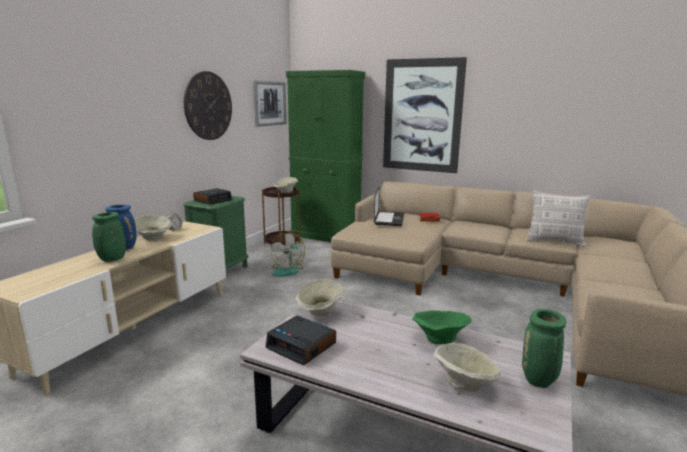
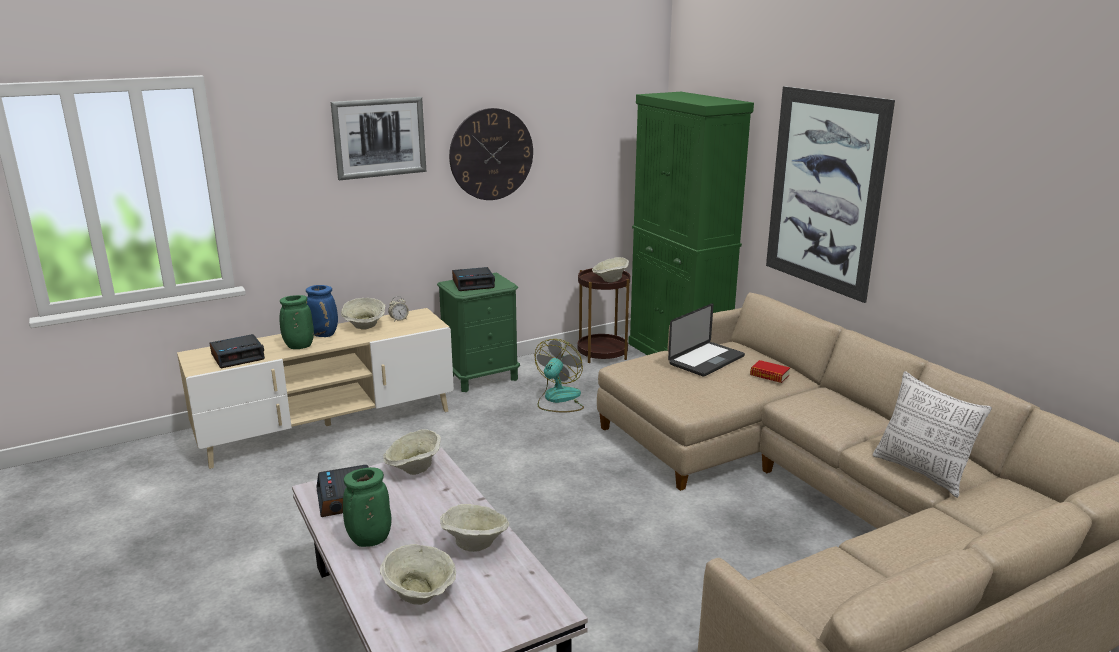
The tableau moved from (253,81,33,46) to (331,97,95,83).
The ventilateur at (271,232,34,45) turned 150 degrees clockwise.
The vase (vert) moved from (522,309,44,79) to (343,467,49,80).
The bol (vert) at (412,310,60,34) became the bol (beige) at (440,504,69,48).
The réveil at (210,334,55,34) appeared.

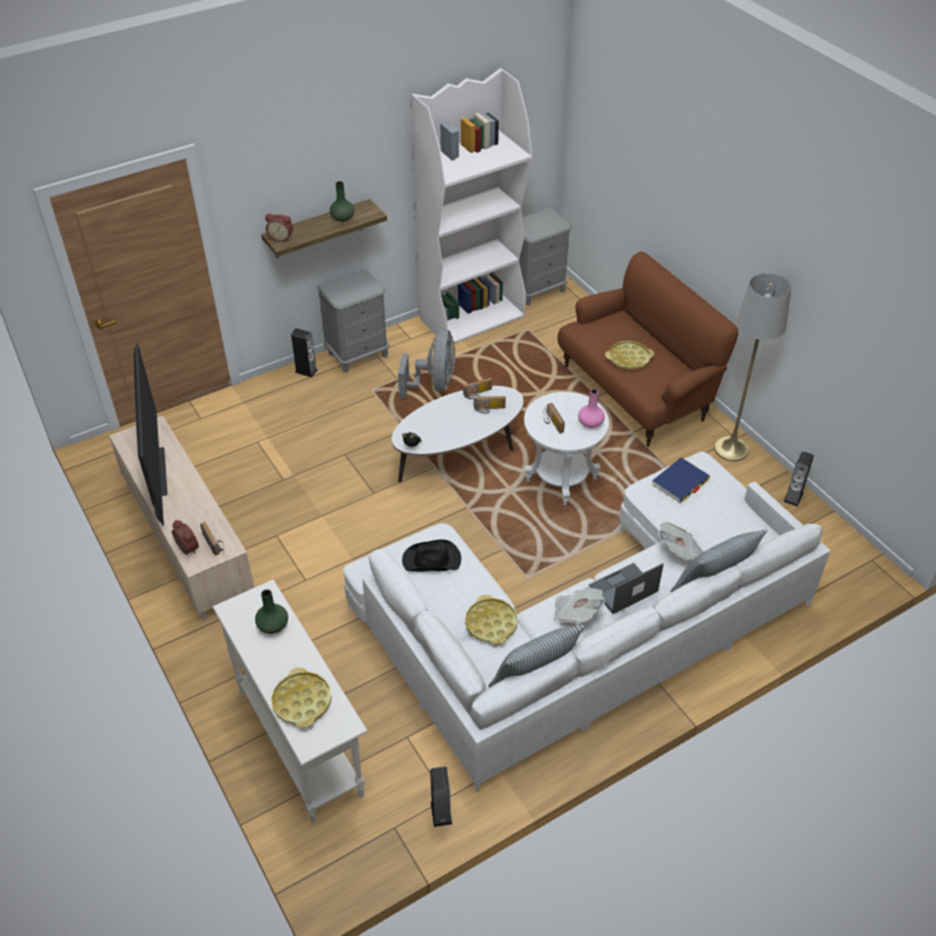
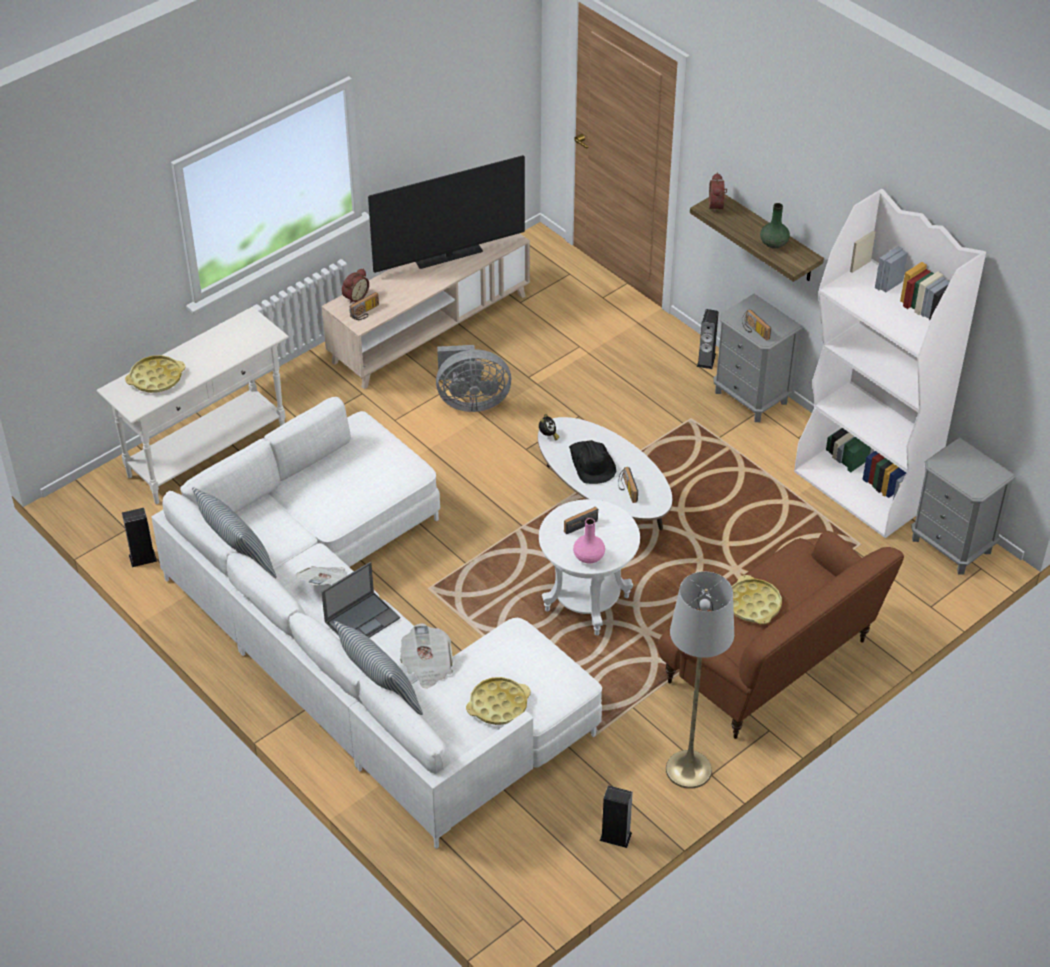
The ventilateur (gris) moved from (398,329,58,70) to (436,345,75,67).
The radio moved from (463,378,29,21) to (742,309,29,32).
The livre (bleu) at (652,457,58,46) disappeared.
The chapeau (noir) moved from (402,539,59,33) to (569,440,47,44).
The ordinateur portable at (589,563,75,51) turned 90 degrees clockwise.
The vase (vert) at (255,589,33,45) disappeared.
The plateau (jaune) moved from (465,595,53,50) to (466,677,65,48).

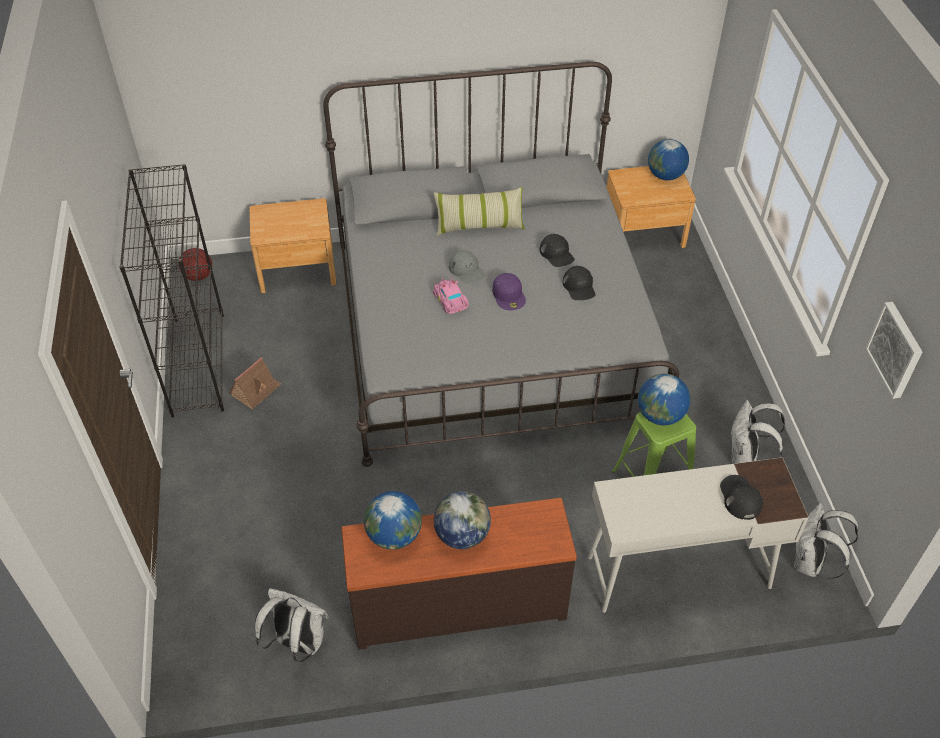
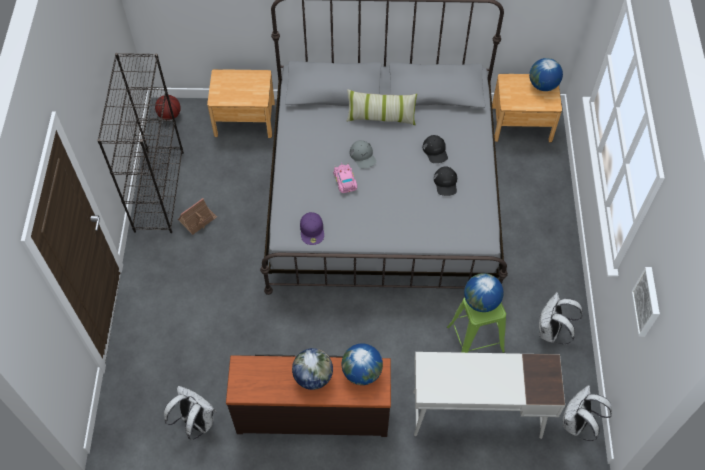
The casquette (violet) moved from (492,273,34,37) to (300,212,24,33).
The casquette (noir) at (720,475,43,45) disappeared.
The globe moved from (364,491,58,59) to (341,343,42,42).

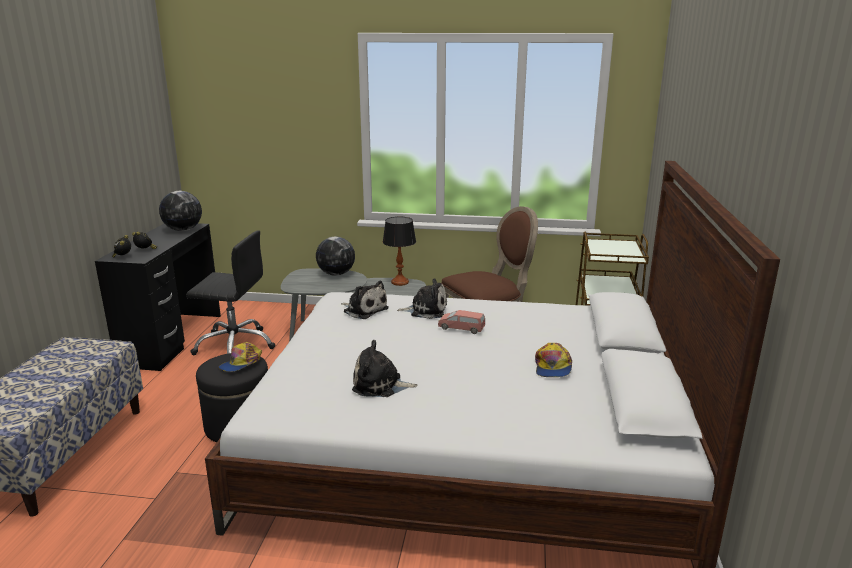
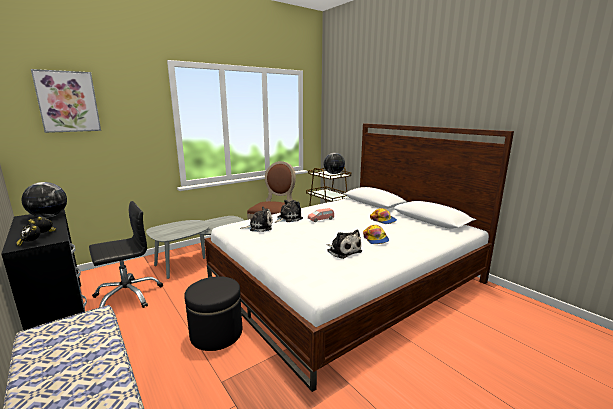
The lampe de table at (383,217,33,69) disappeared.
The globe moved from (316,237,39,39) to (324,153,21,21).
The peluche at (352,340,66,57) turned 90 degrees counterclockwise.
The casquette moved from (218,342,44,30) to (363,225,26,19).
The tableau at (31,69,70,64) appeared.

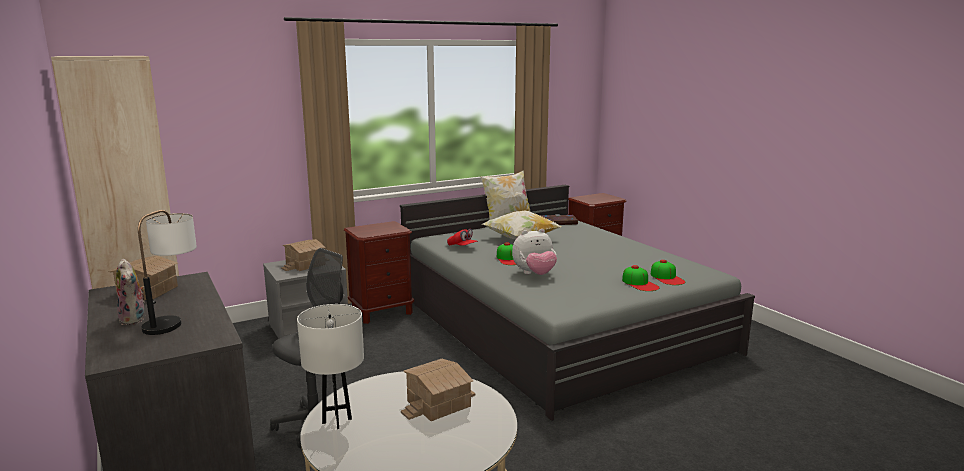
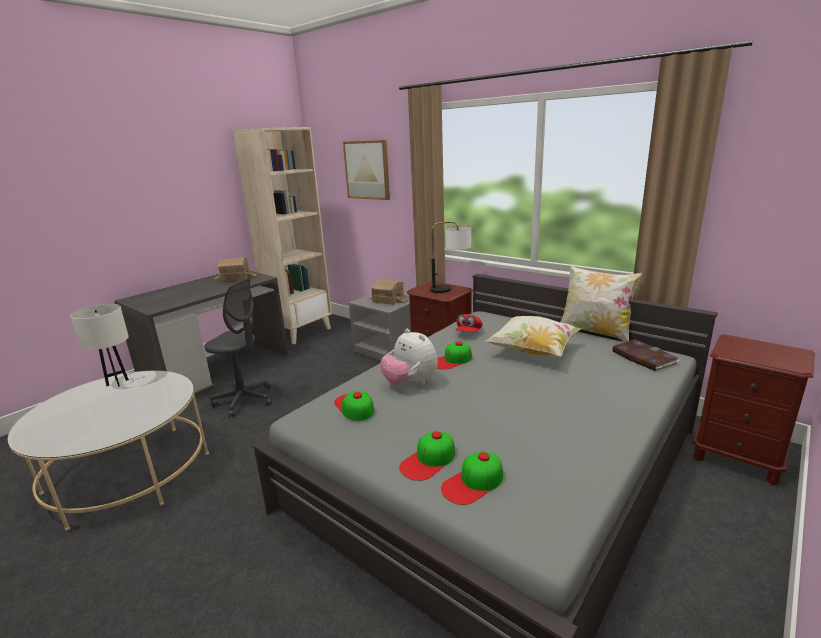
The lampe de table moved from (138,210,59,125) to (429,221,42,72).
The peluche at (116,259,29,66) disappeared.
The maison miniature at (401,359,75,62) disappeared.
The tableau at (343,140,47,60) appeared.
The casquette at (334,391,40,30) appeared.

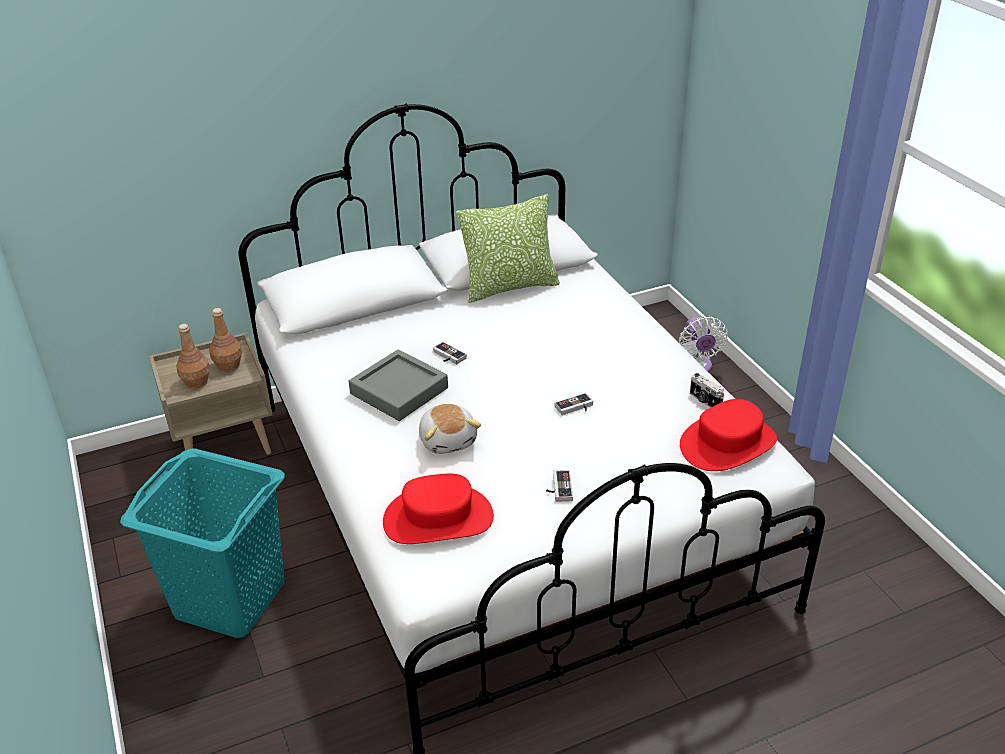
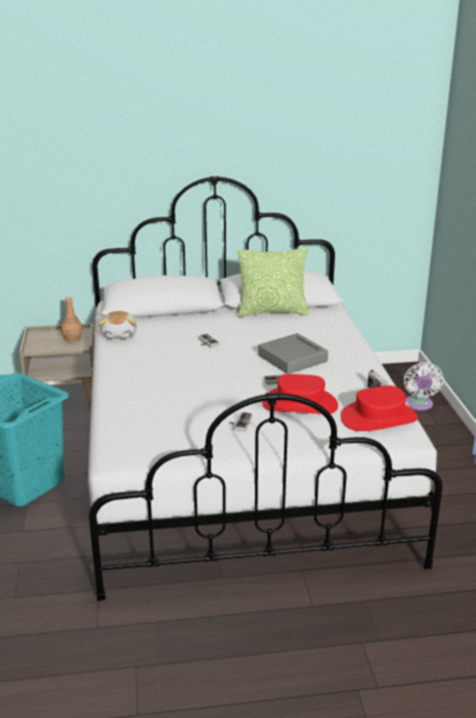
The bouteille (marron) at (176,324,34,65) disappeared.
The plateau (gris) moved from (349,349,99,72) to (258,333,70,41).
The peluche moved from (419,404,62,50) to (99,311,38,28).
The chapeau (rouge) moved from (383,474,111,70) to (262,374,76,40).

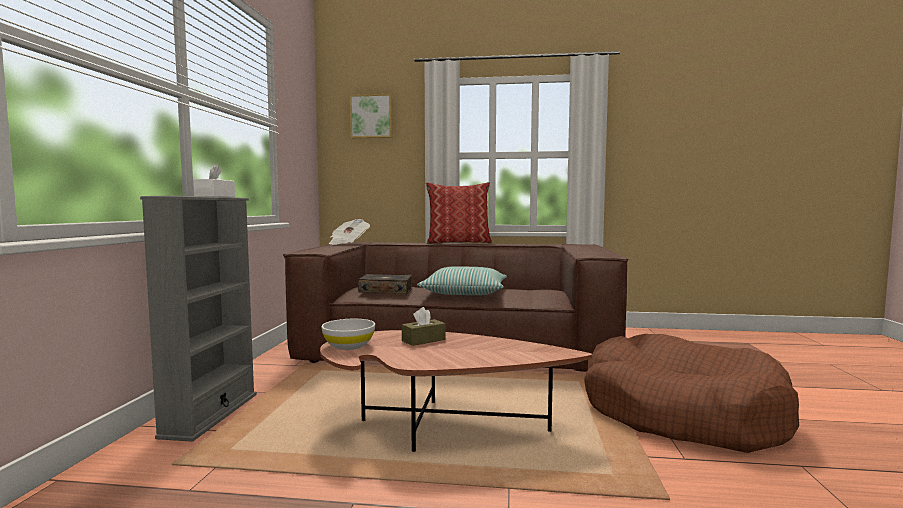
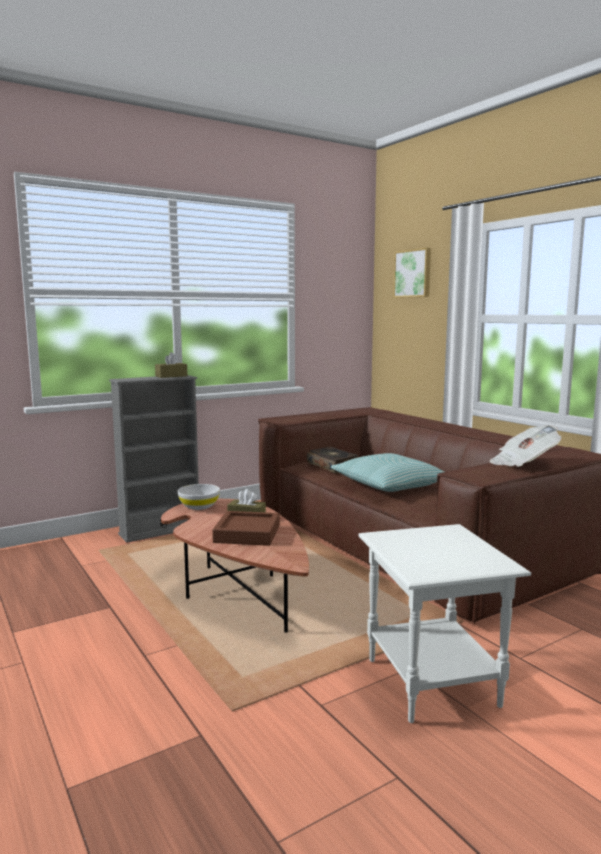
The boîte à mouchoirs (blanc) at (193,164,42,33) became the boîte à mouchoirs (marron) at (155,352,32,26).
The coussin at (426,182,66,62) disappeared.
The journal moved from (329,219,41,26) to (490,425,71,42).
The panier pour chien (marron) at (584,334,215,119) was replaced by the table d'appoint (blanc) at (358,524,173,199).
The plateau (marron) at (212,511,68,35) appeared.

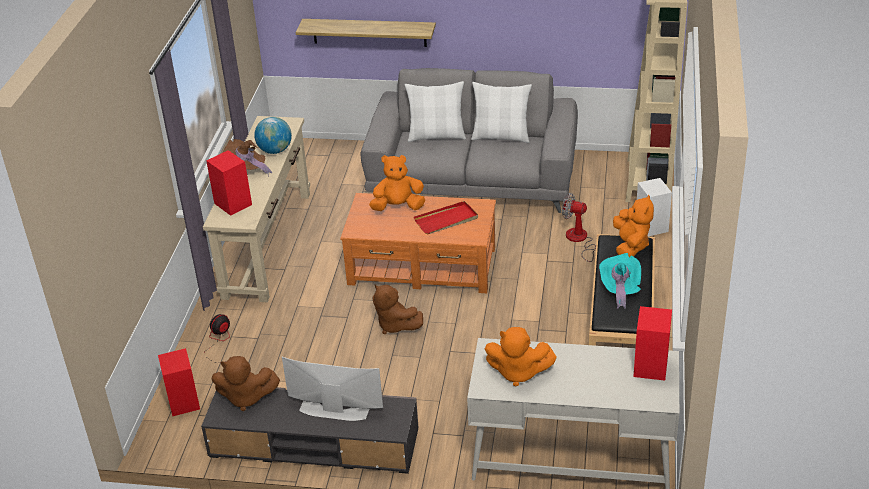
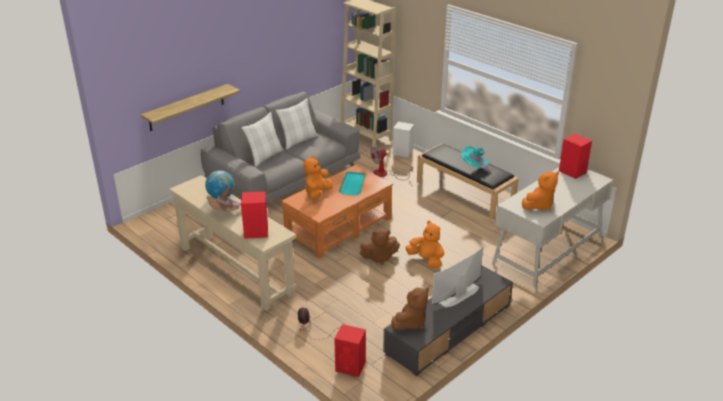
The peluche (orange) moved from (613,194,41,63) to (405,221,39,47).
The plateau (rouge) at (414,201,64,33) became the plateau (turquoise) at (339,172,26,23).

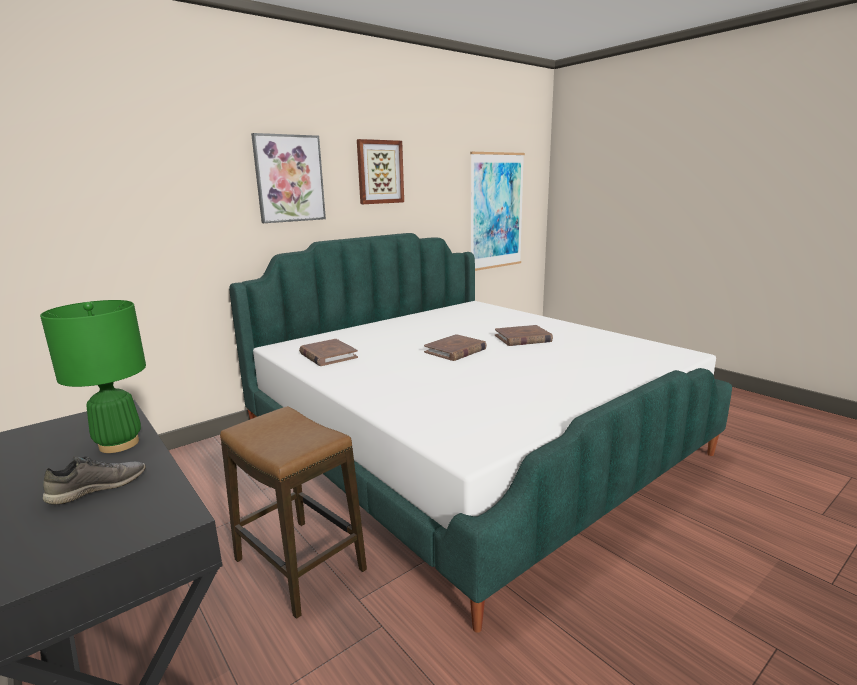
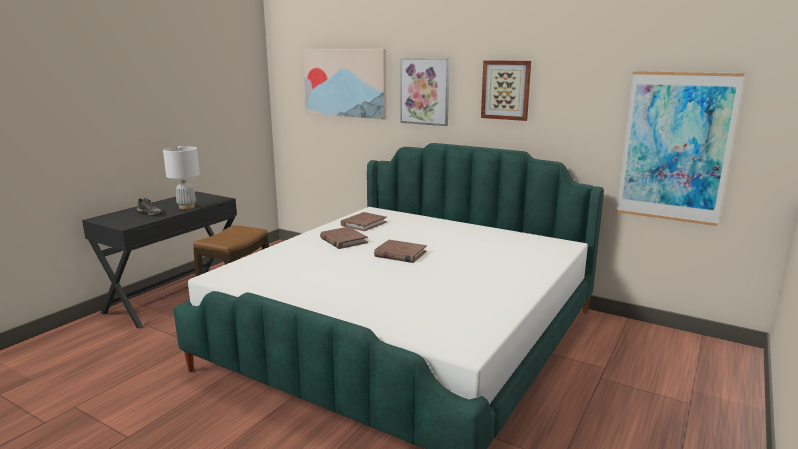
The lampe de table (vert) at (40,300,106,153) became the lampe de table (blanc) at (163,146,37,63).
The livre (marron) moved from (495,325,58,21) to (320,227,48,22).
The tableau at (302,49,85,71) appeared.

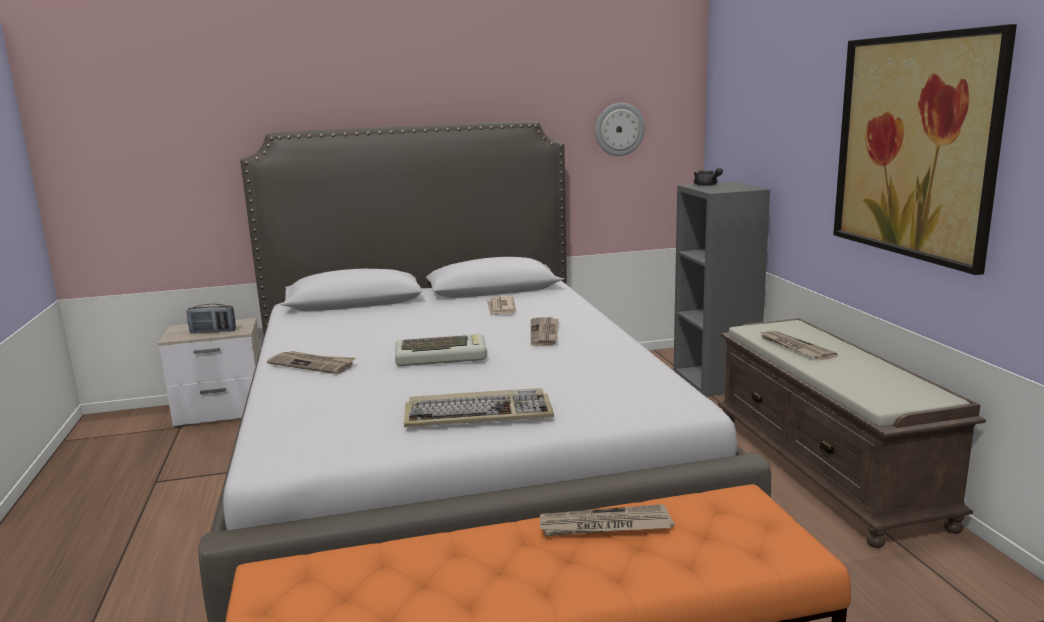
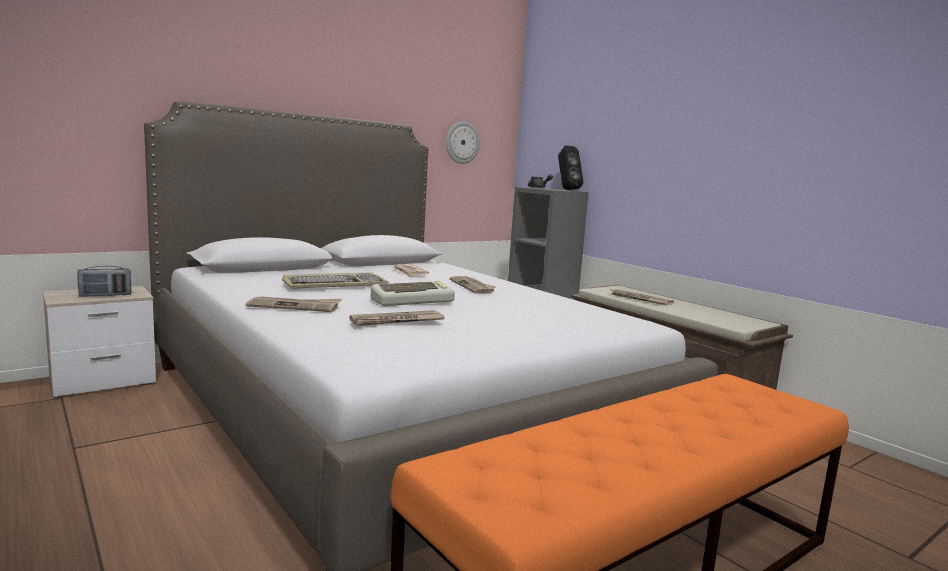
The tableau at (833,24,184,251) disappeared.
The clavier moved from (404,388,150,39) to (282,272,107,16).
The journal moved from (540,504,134,32) to (349,310,95,16).
The enceinte (noir) at (558,146,25,44) appeared.

